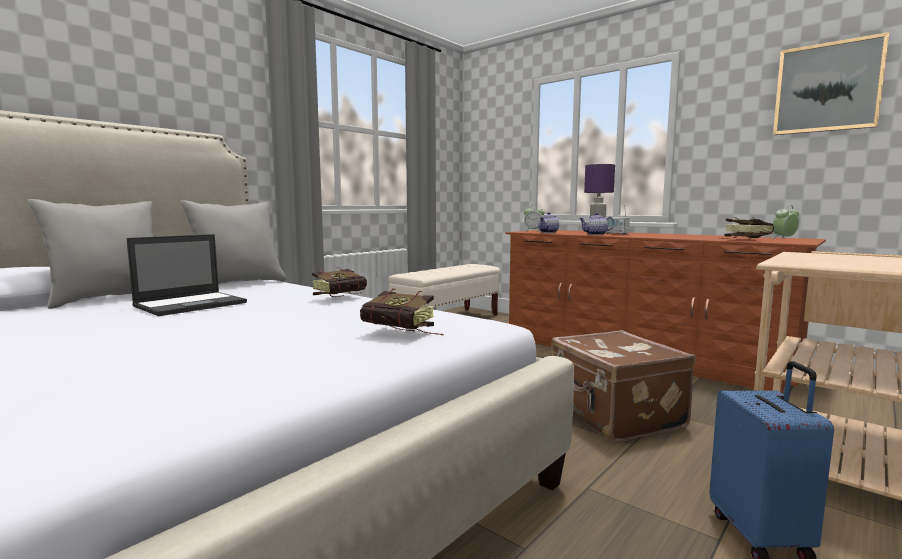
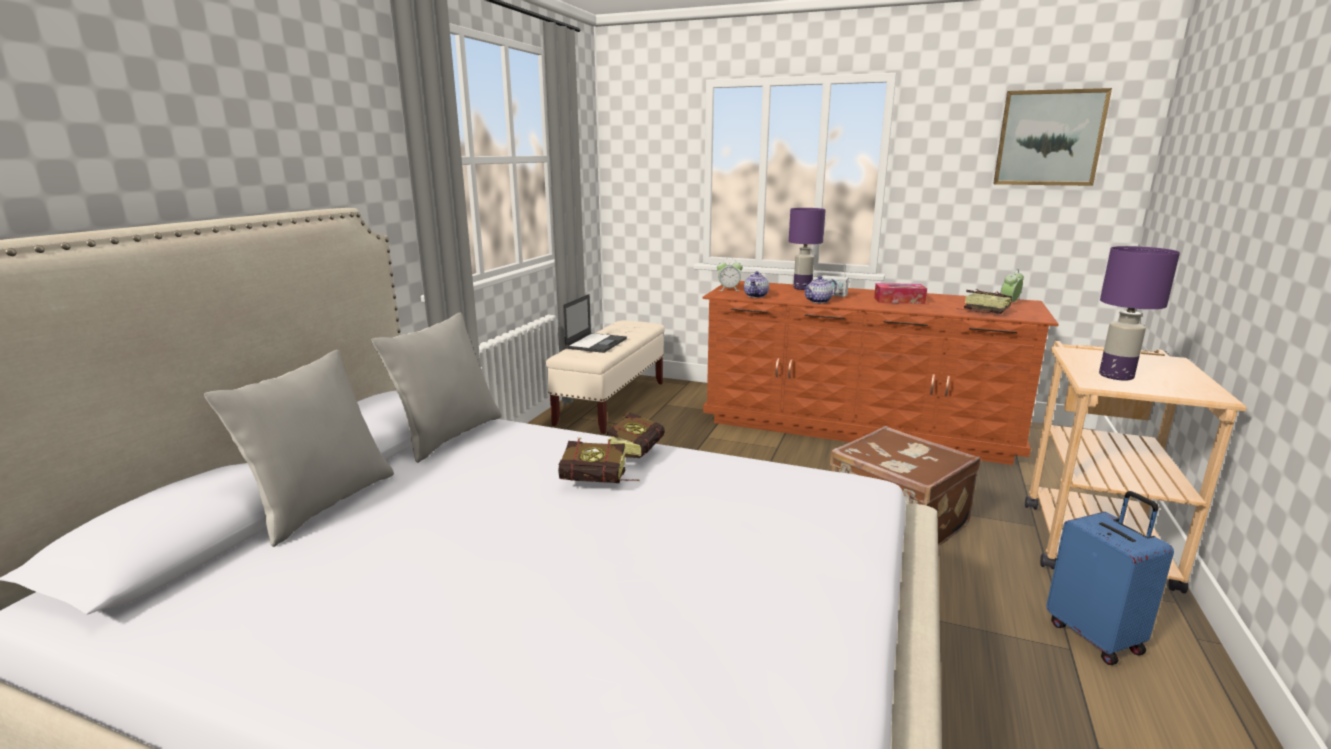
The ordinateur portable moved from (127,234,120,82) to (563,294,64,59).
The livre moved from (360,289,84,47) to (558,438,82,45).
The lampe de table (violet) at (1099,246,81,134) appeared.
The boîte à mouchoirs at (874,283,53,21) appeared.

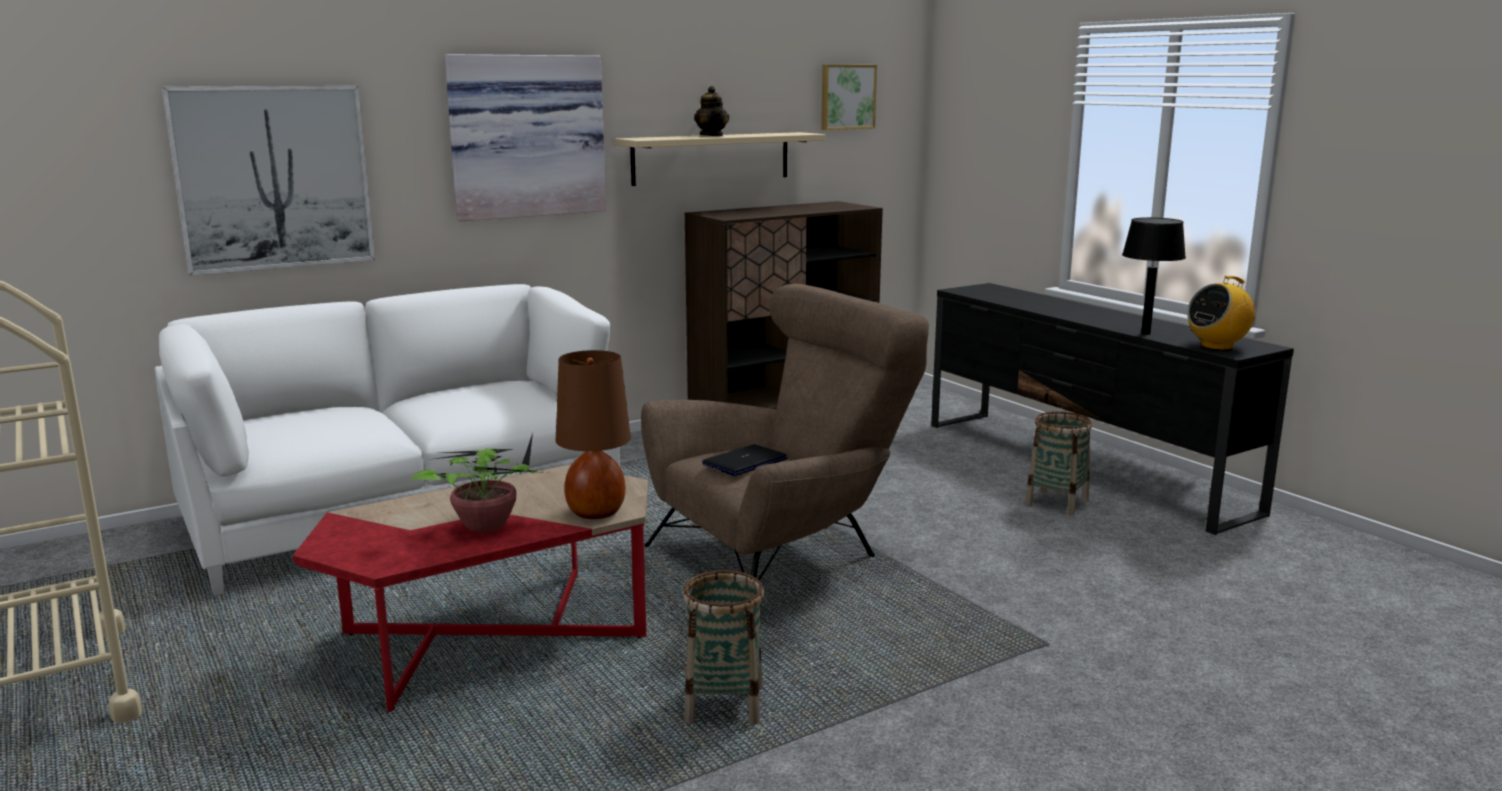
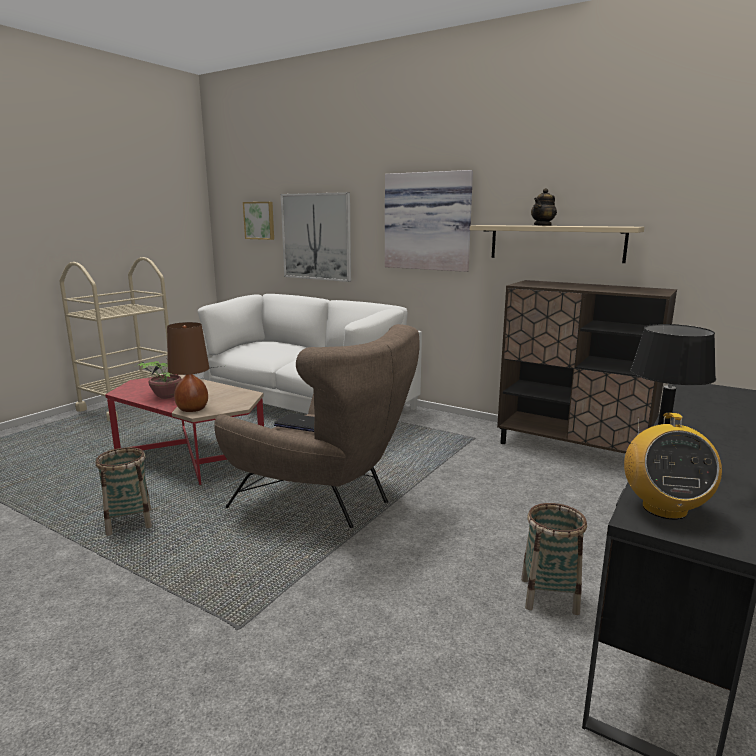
The tableau moved from (821,65,56,65) to (243,202,31,38).
The radio at (1187,276,68,74) turned 120 degrees counterclockwise.

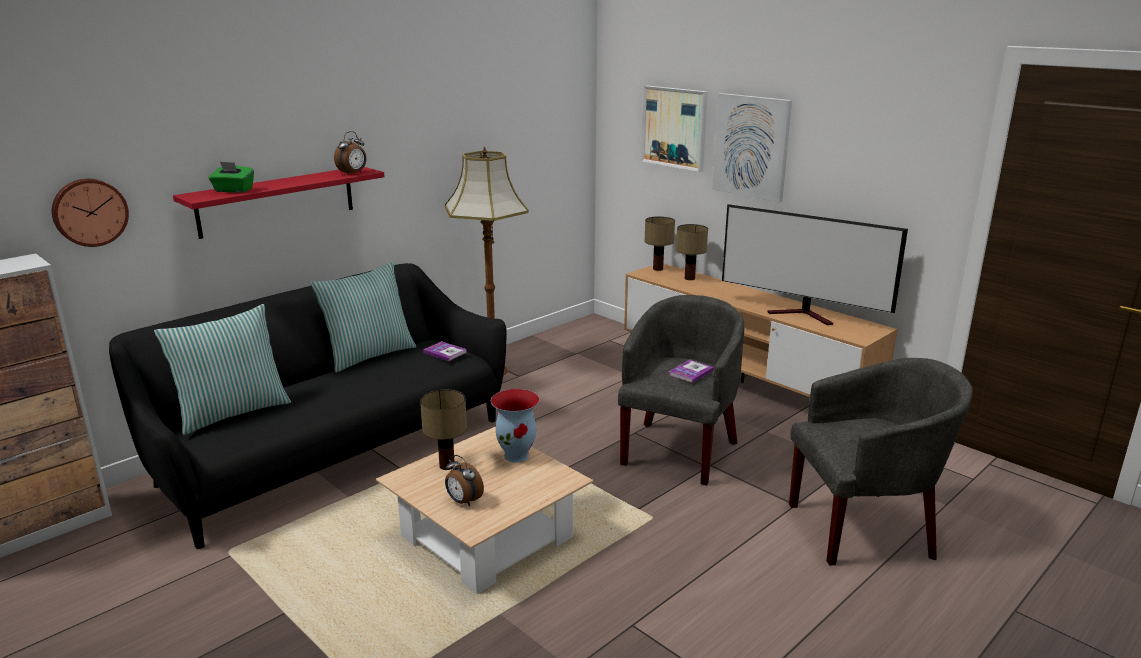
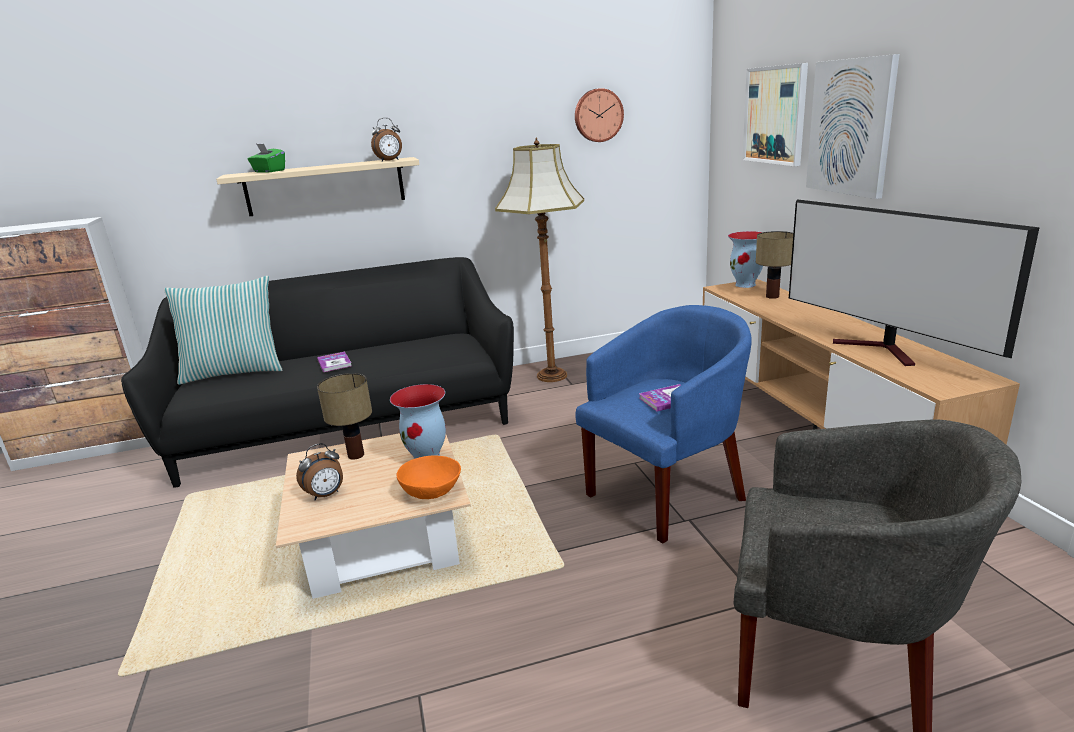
The étagère (rouge) at (173,167,212,72) became the étagère (beige) at (216,157,203,59).
The horloge murale moved from (52,179,77,68) to (575,88,49,54).
The lampe de table at (645,216,30,55) was replaced by the vase at (728,231,35,57).
The coussin at (311,262,105,111) disappeared.
The fauteuil (gris) at (618,295,126,190) became the fauteuil (bleu) at (575,305,177,238).
The livre moved from (423,341,44,20) to (317,352,35,20).
The réveil at (445,455,39,51) turned 105 degrees counterclockwise.
The bol (orange) at (397,456,64,43) appeared.

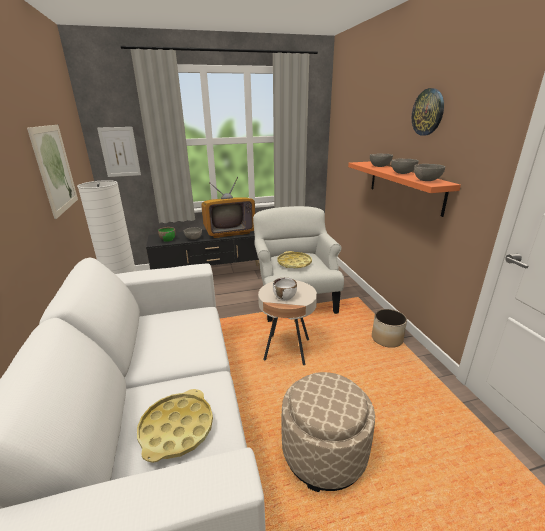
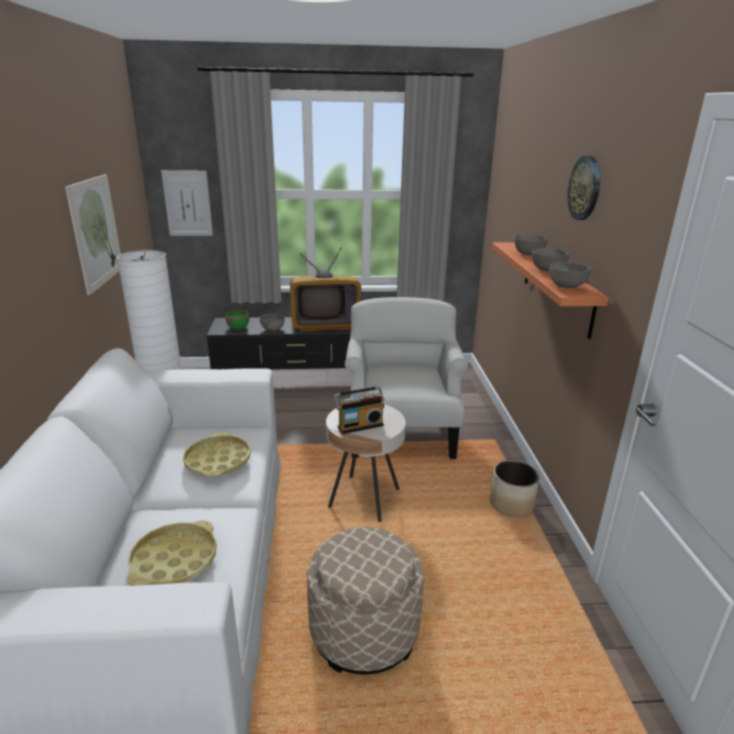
The plateau (jaune) moved from (277,251,35,18) to (183,432,68,45).
The bol (blanc) at (273,277,24,24) was replaced by the radio at (334,386,51,48).

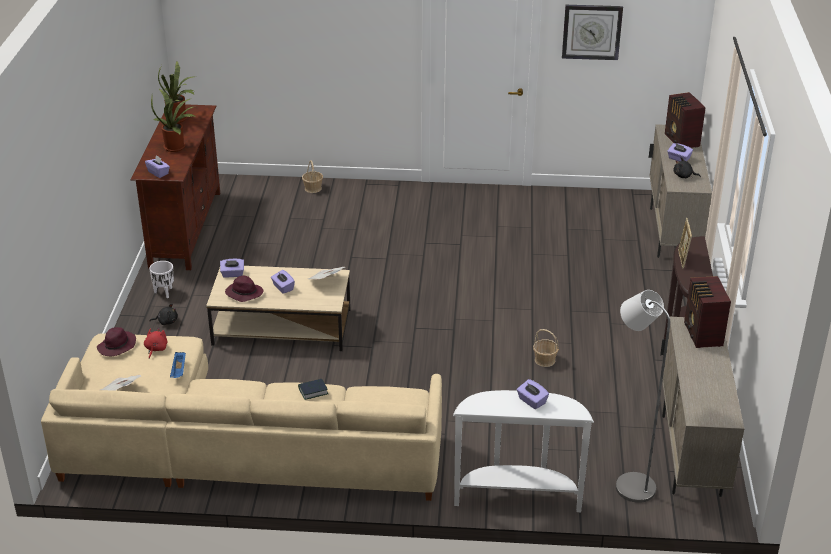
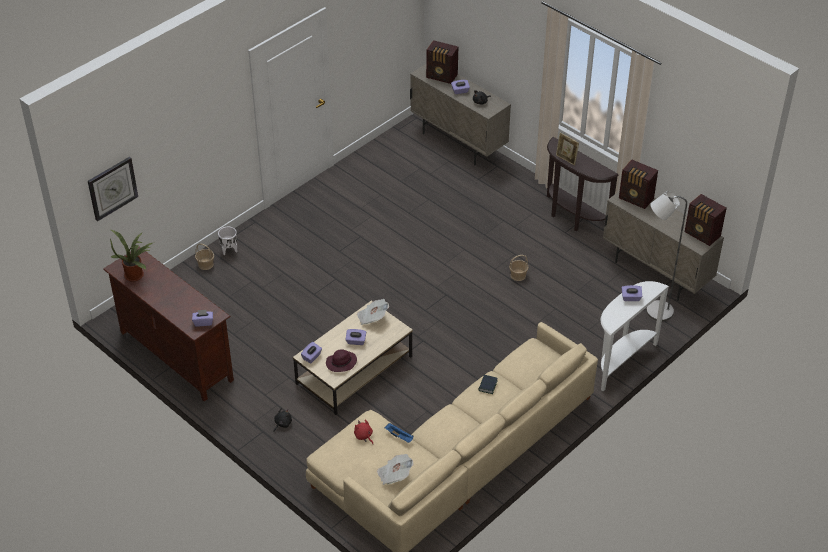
The horloge murale moved from (562,5,61,55) to (88,157,50,64).
The plante en pot at (151,89,44,63) disappeared.
The cache-pot (blanc) moved from (149,261,25,37) to (218,227,19,28).
The chapeau (violet) at (97,327,39,29) disappeared.
The radio at (685,194,42,52) appeared.

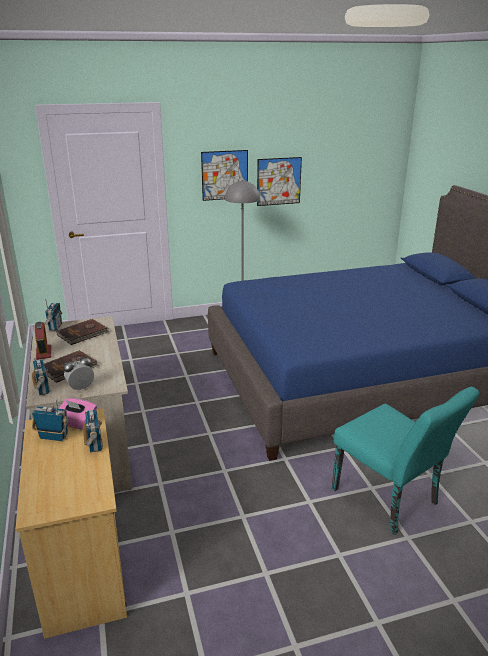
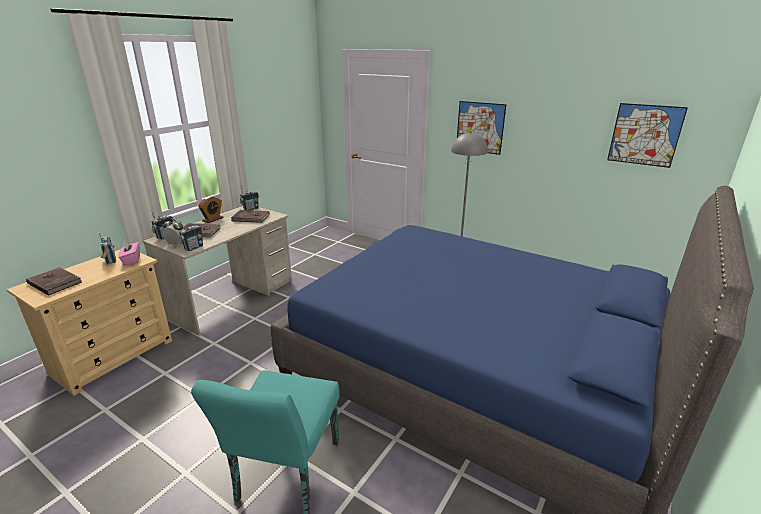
The tableau moved from (257,157,45,49) to (607,103,81,65).
The radio moved from (83,410,20,42) to (179,220,24,31).
The livre (marron) at (26,267,56,29) appeared.

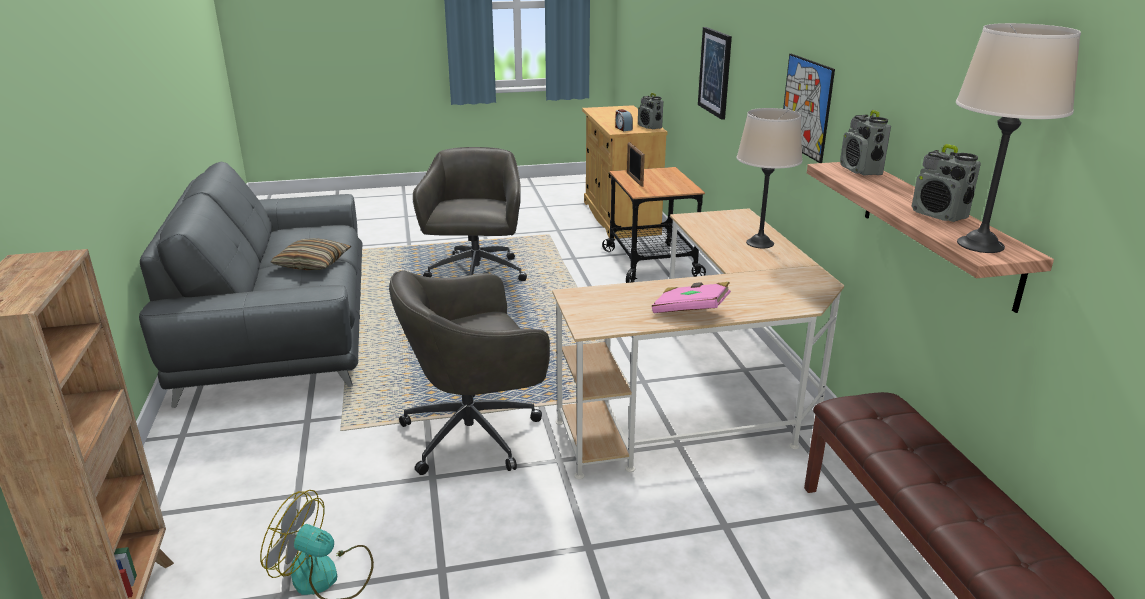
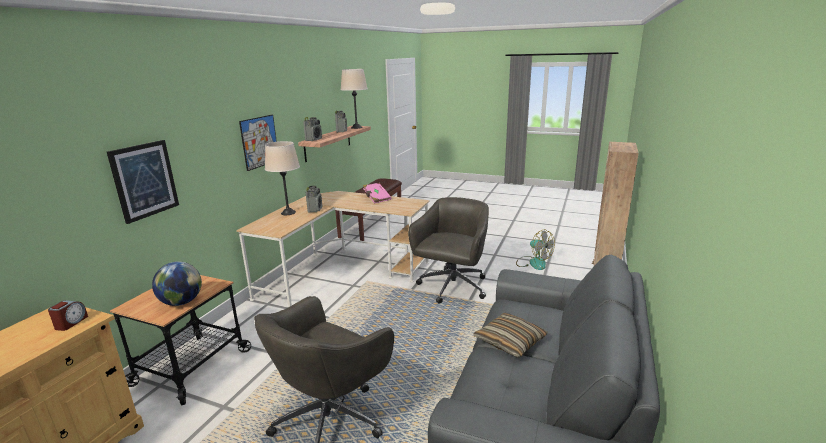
The radio moved from (638,93,25,36) to (306,186,16,27).
The cadre photo at (627,142,18,45) was replaced by the globe at (152,262,50,44).
The chaise de bureau (gris) at (389,270,161,205) turned 75 degrees counterclockwise.

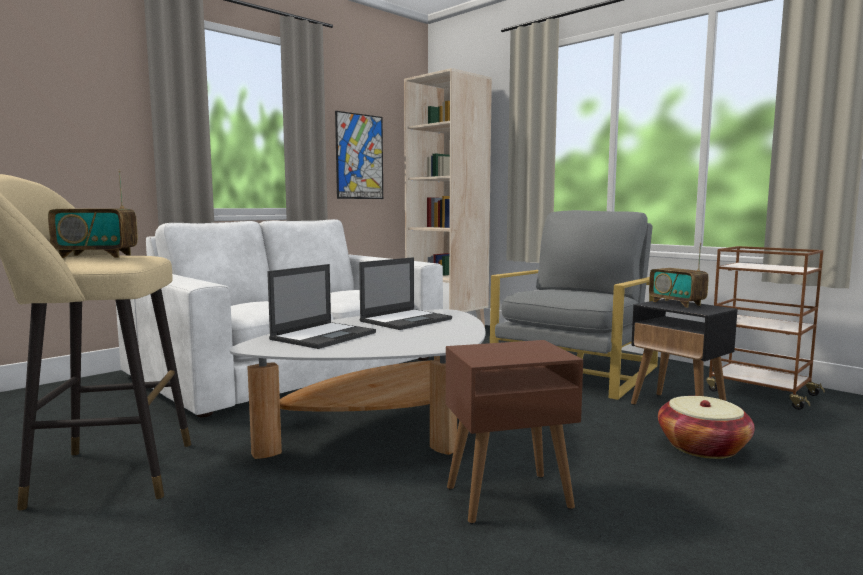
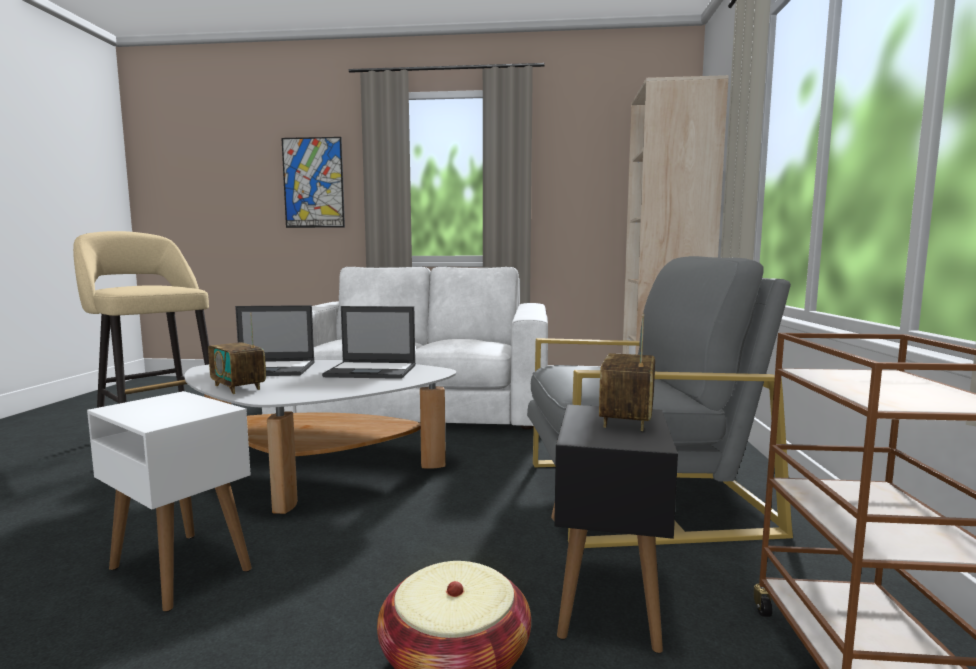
The tableau moved from (335,111,48,88) to (281,137,64,91).
The radio moved from (48,170,90,88) to (208,313,58,81).
The table d'appoint (marron) at (446,340,137,184) became the table d'appoint (blanc) at (87,391,165,221).

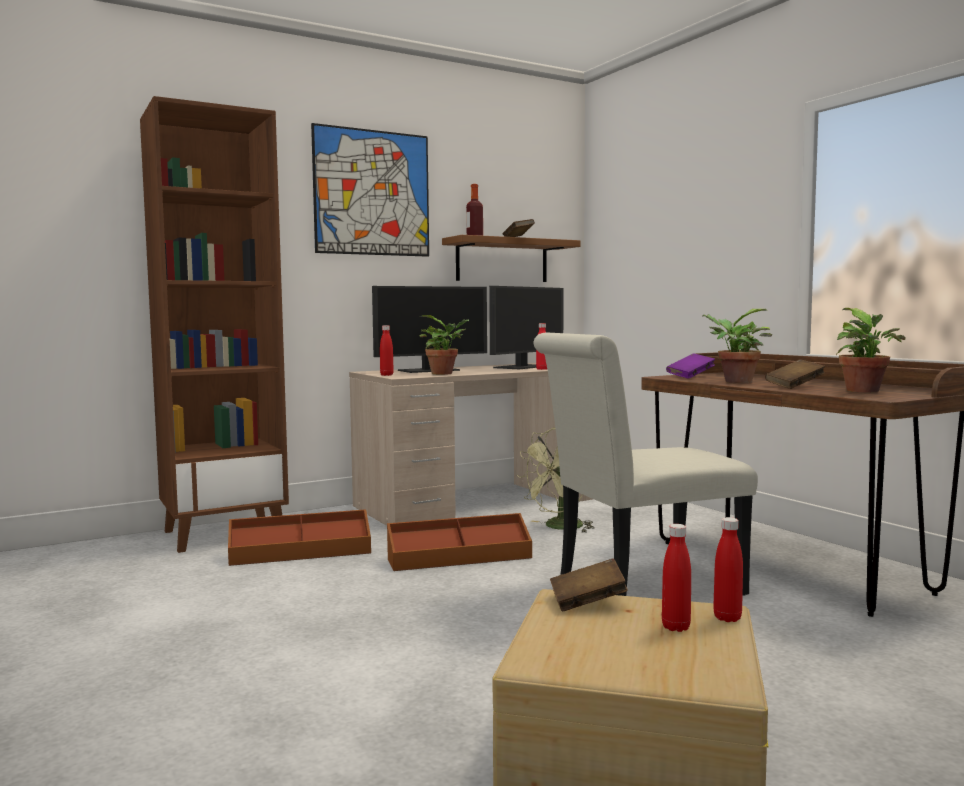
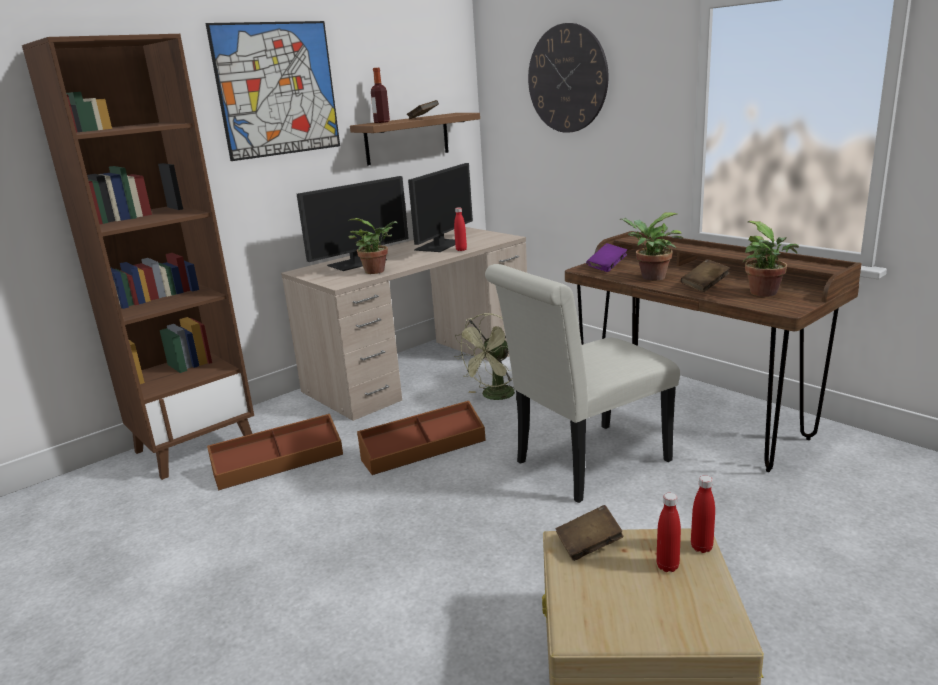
The bouteille (rouge) at (380,325,14,51) disappeared.
The horloge murale at (528,23,80,110) appeared.

